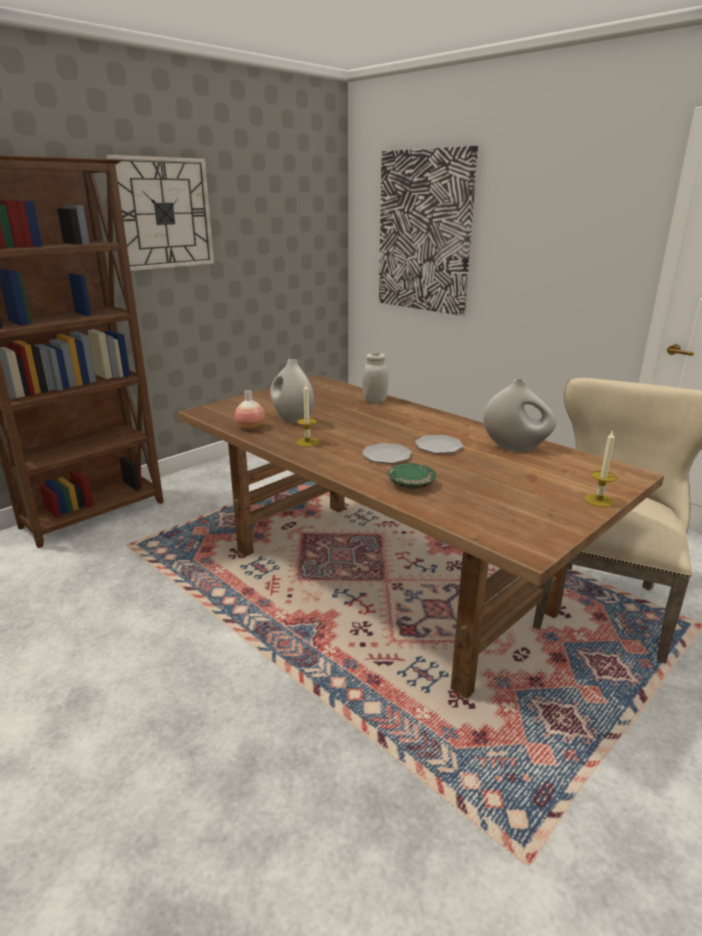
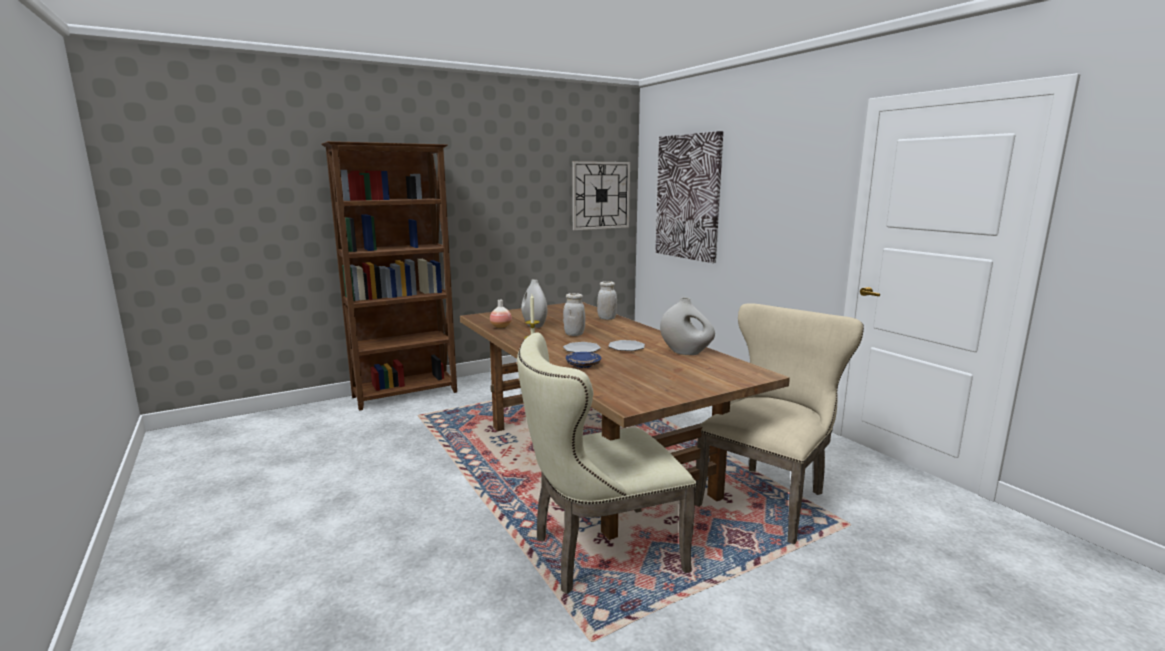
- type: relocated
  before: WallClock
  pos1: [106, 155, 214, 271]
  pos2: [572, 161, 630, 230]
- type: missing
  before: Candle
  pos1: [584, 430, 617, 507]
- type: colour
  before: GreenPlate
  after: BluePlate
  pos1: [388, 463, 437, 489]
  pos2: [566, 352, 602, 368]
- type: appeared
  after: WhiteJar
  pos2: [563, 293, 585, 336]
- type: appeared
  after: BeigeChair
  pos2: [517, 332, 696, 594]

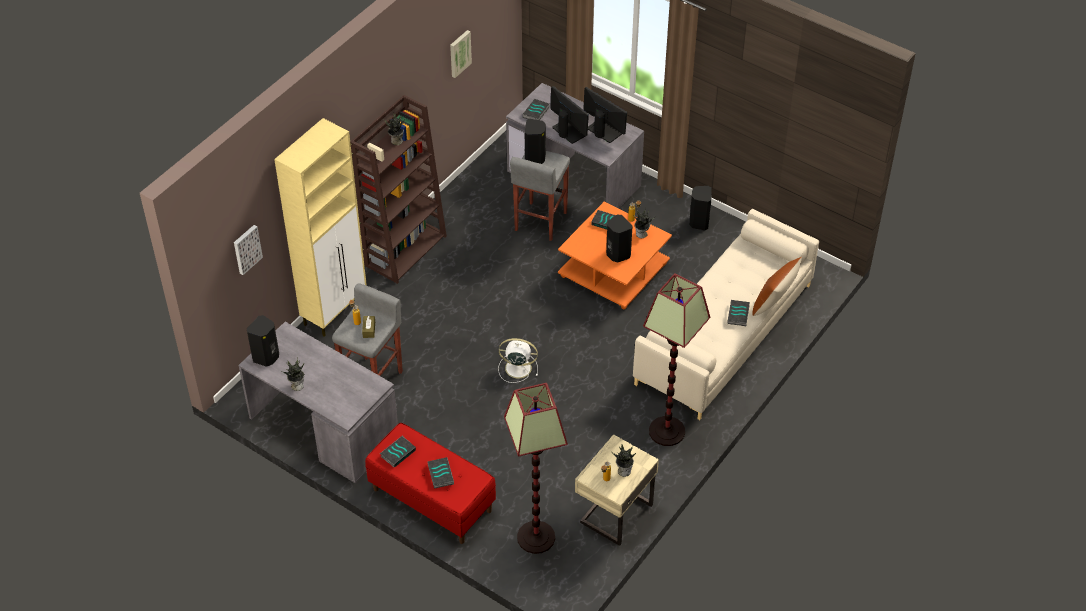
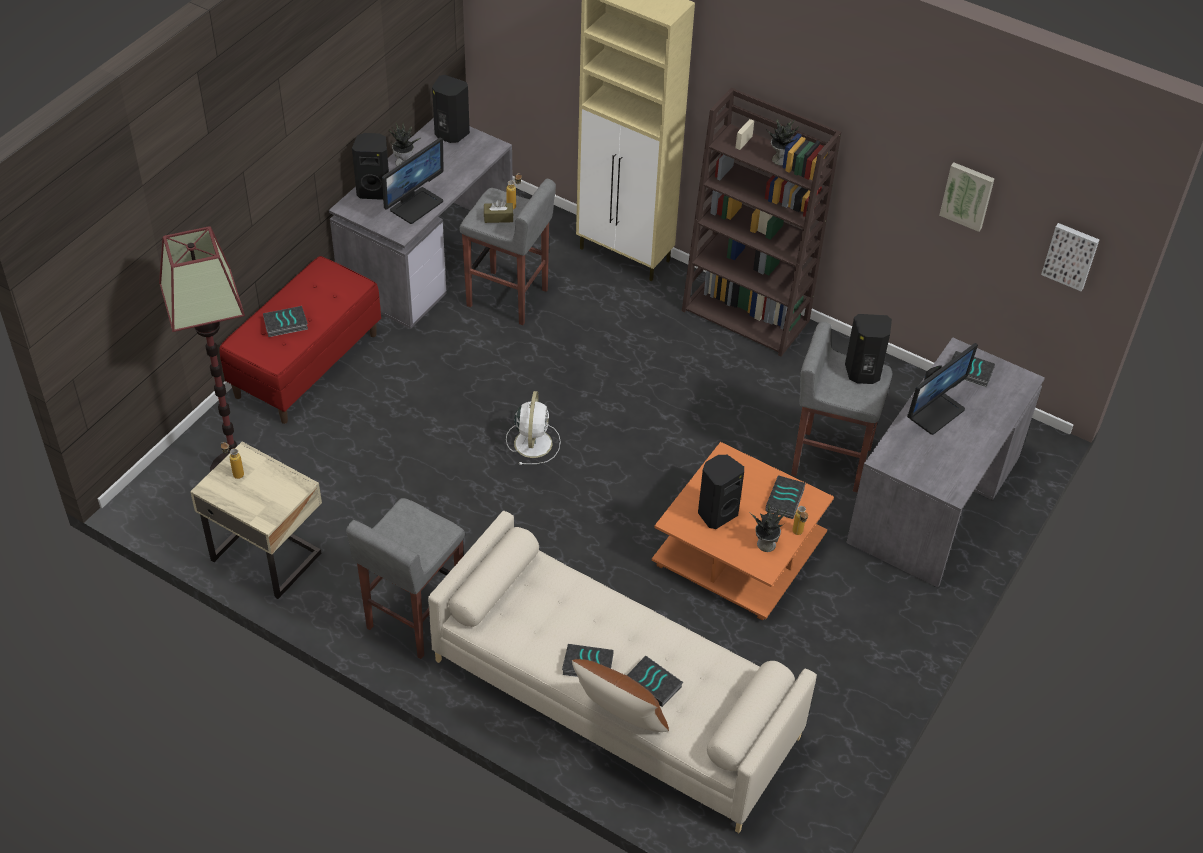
- type: relocated
  before: Monitor
  pos1: [583, 87, 627, 143]
  pos2: [382, 137, 443, 224]
- type: relocated
  before: BlackSpeaker
  pos1: [689, 186, 712, 230]
  pos2: [352, 133, 389, 200]
- type: relocated
  before: Picture
  pos1: [234, 225, 263, 275]
  pos2: [1041, 223, 1099, 291]
- type: exchanged
  before: FloorLamp
  after: GreyStool
  pos1: [643, 273, 710, 446]
  pos2: [346, 498, 465, 659]
- type: relocated
  before: Book
  pos1: [380, 436, 416, 468]
  pos2: [627, 656, 683, 707]
- type: missing
  before: PottedPlant
  pos1: [613, 444, 636, 477]

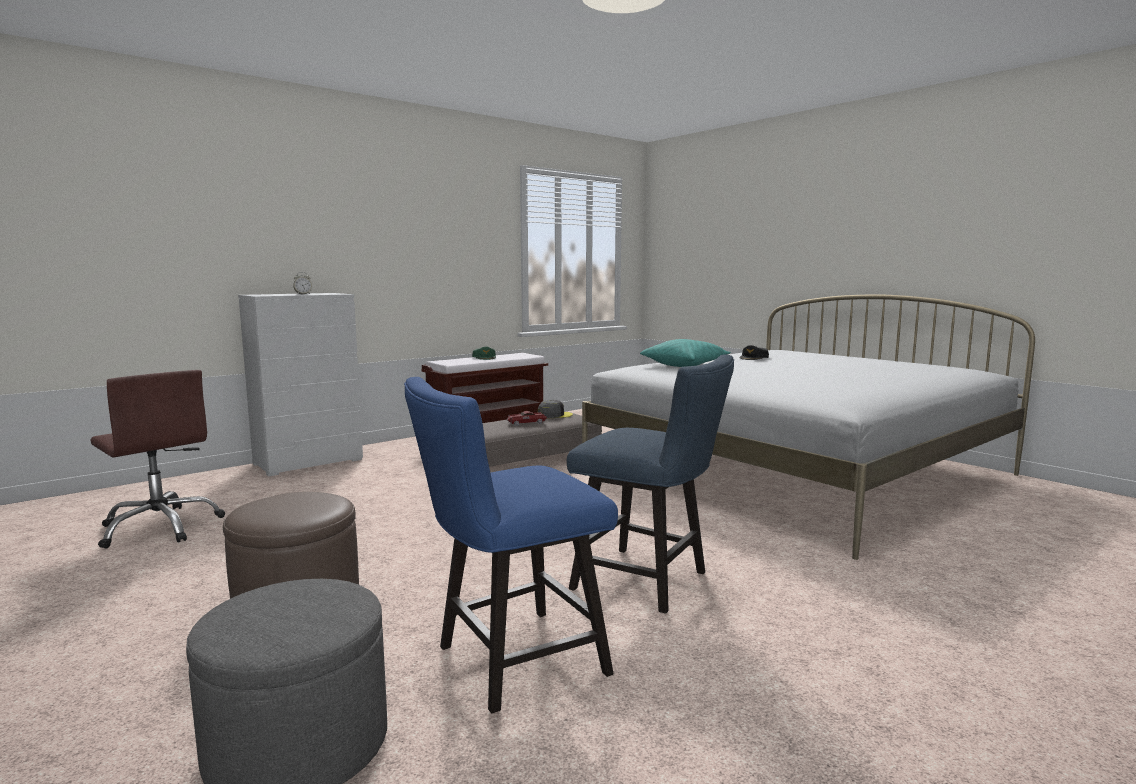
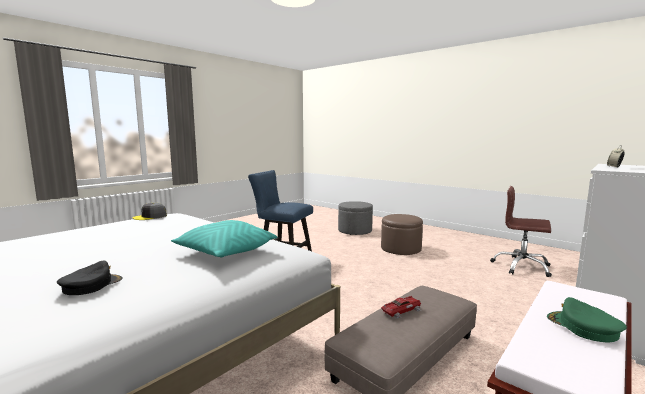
- type: missing
  before: BlueChair
  pos1: [404, 377, 618, 713]
- type: relocated
  before: GreyCap
  pos1: [538, 400, 573, 418]
  pos2: [132, 203, 167, 220]

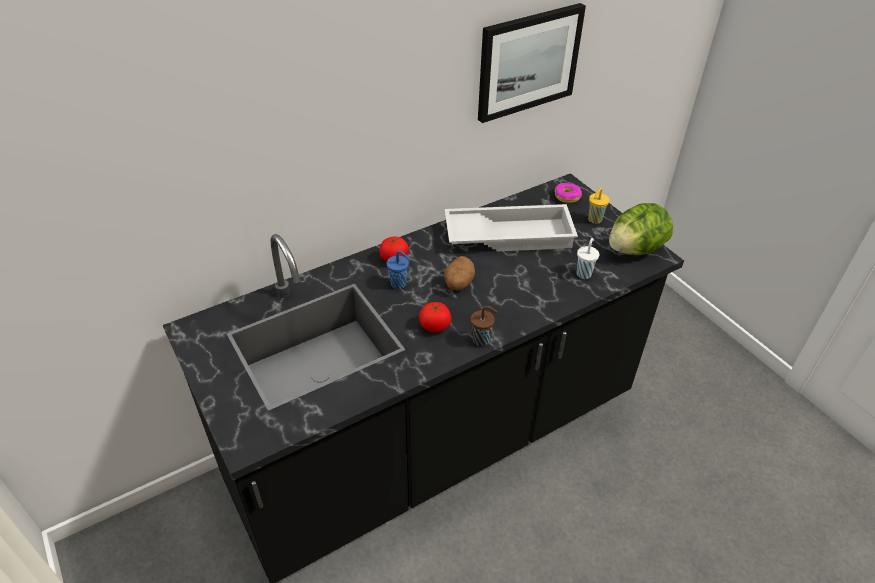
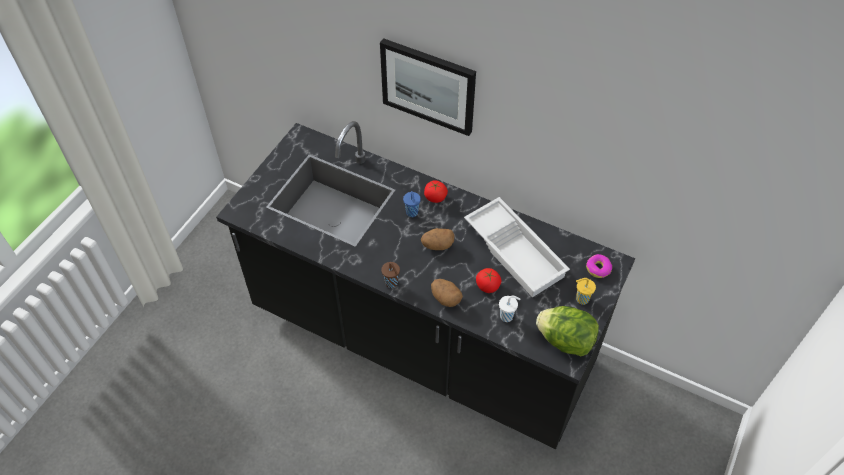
- type: relocated
  before: Picture
  pos1: [478, 3, 586, 123]
  pos2: [380, 38, 476, 136]
- type: relocated
  before: Tomato
  pos1: [419, 302, 451, 333]
  pos2: [476, 268, 501, 293]
- type: appeared
  after: Potato
  pos2: [431, 279, 463, 307]

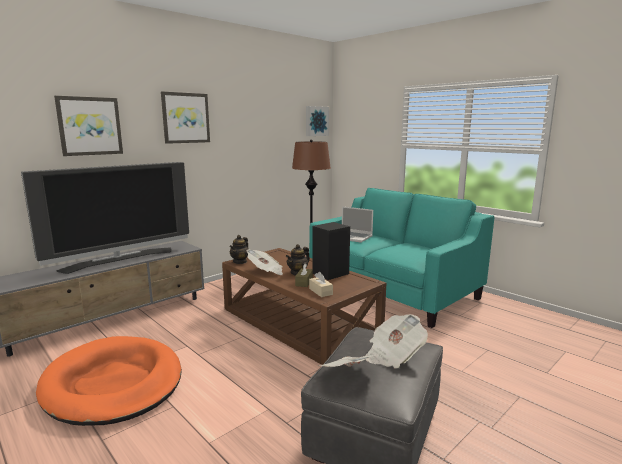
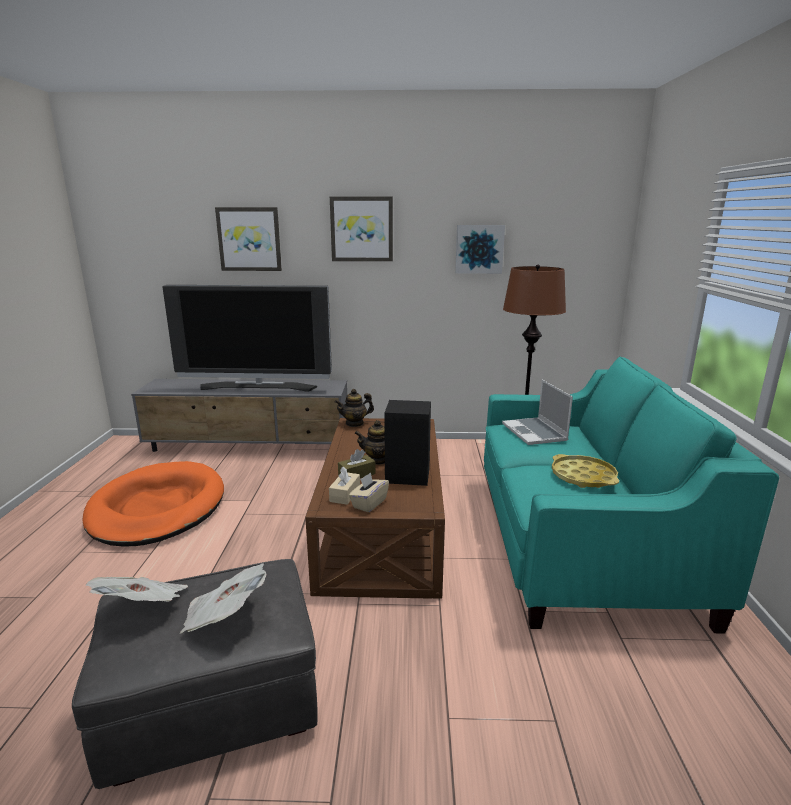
- type: relocated
  before: Picture
  pos1: [306, 106, 329, 136]
  pos2: [455, 225, 505, 274]
- type: missing
  before: Newspaper
  pos1: [246, 249, 283, 275]
- type: appeared
  after: YellowTray
  pos2: [552, 454, 619, 488]
- type: appeared
  after: BeigeTissueBox
  pos2: [349, 472, 389, 512]

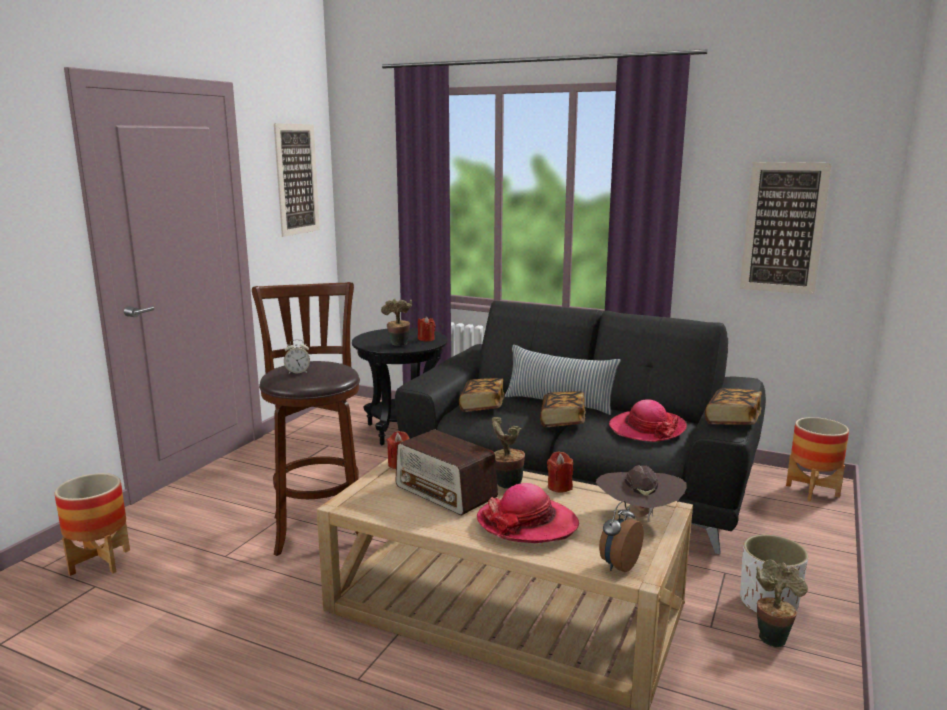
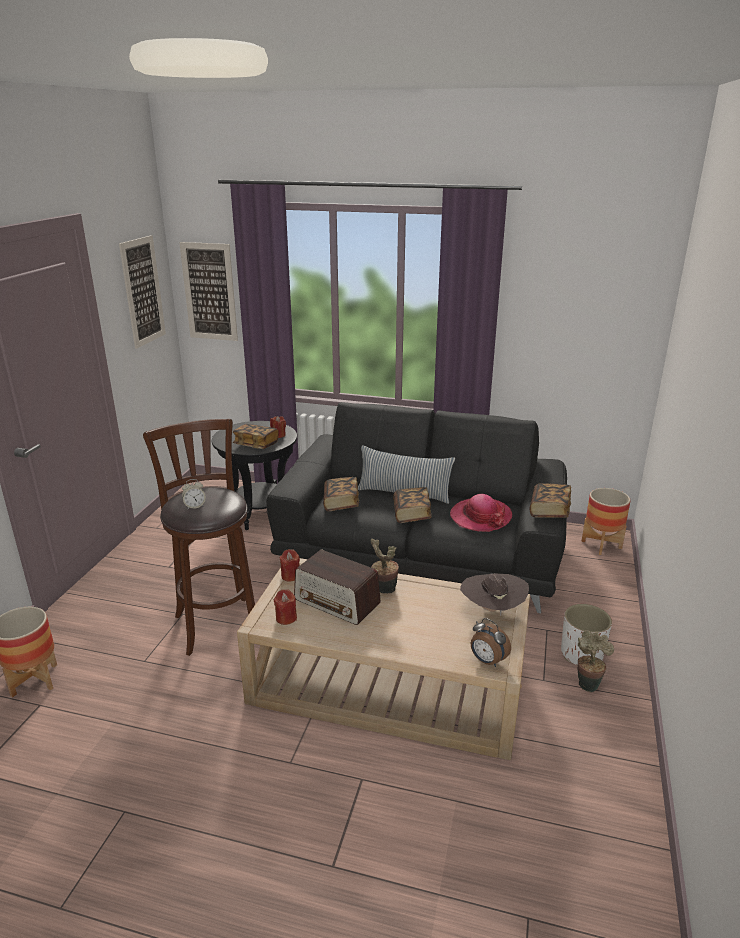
- type: relocated
  before: Picture
  pos1: [740, 162, 832, 295]
  pos2: [179, 242, 238, 341]
- type: exchanged
  before: PottedPlant
  after: Book
  pos1: [381, 298, 412, 346]
  pos2: [233, 424, 279, 449]
- type: relocated
  before: RedCandle
  pos1: [547, 451, 573, 492]
  pos2: [274, 589, 297, 625]
- type: missing
  before: Hat
  pos1: [477, 483, 579, 543]
- type: spun
  before: AlarmClock
  pos1: [599, 501, 644, 572]
  pos2: [471, 618, 511, 667]
  turn: -75

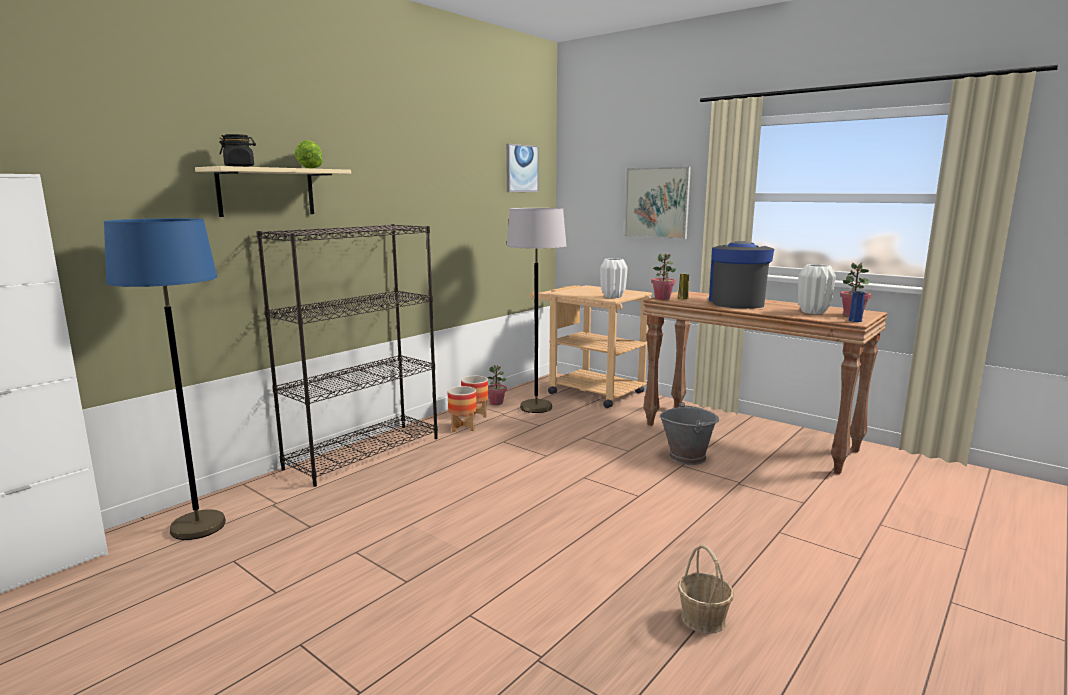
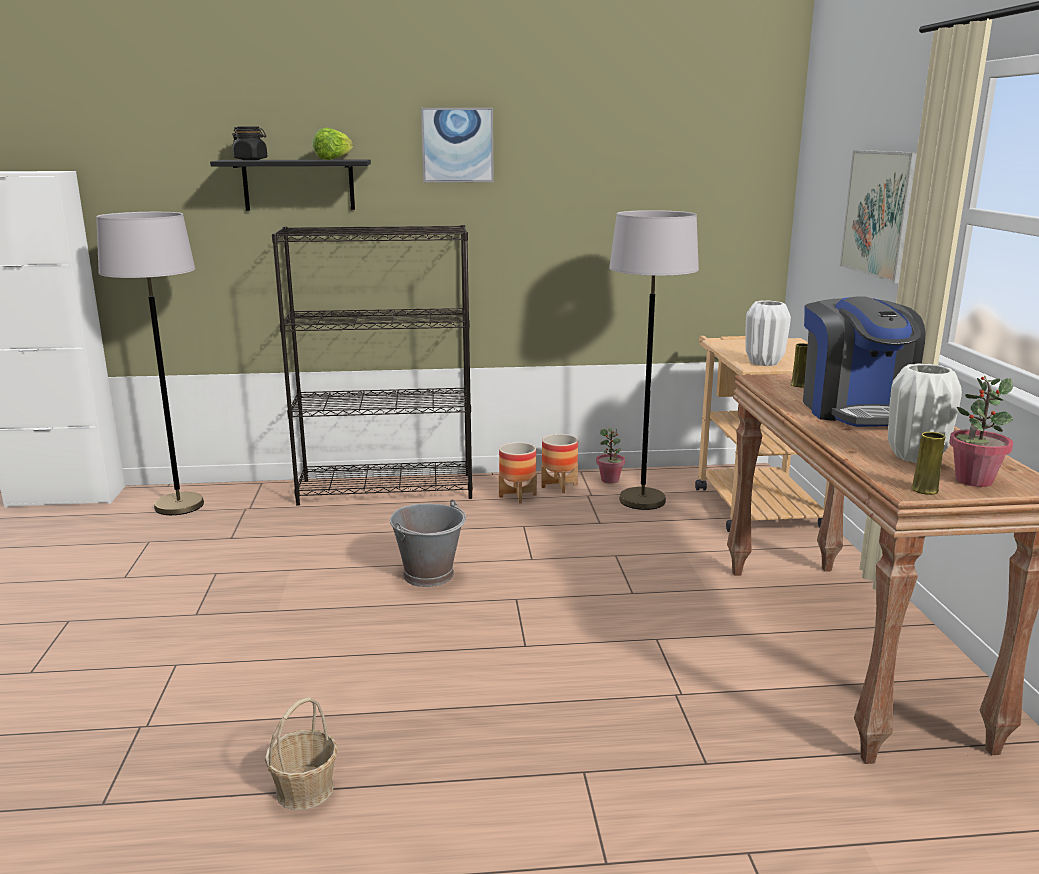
- type: relocated
  before: Picture
  pos1: [506, 144, 539, 192]
  pos2: [421, 108, 494, 183]
- type: colour
  before: BeigeShelf
  after: BlackShelf
  pos1: [195, 166, 351, 217]
  pos2: [210, 159, 371, 211]
- type: colour
  before: BlueFloorLamp
  after: GreyFloorLamp
  pos1: [104, 218, 226, 540]
  pos2: [96, 212, 204, 515]
- type: spun
  before: CoffeeMachine
  pos1: [709, 241, 774, 309]
  pos2: [803, 296, 926, 427]
  turn: 120
- type: missing
  before: PottedPlant
  pos1: [651, 253, 676, 300]
- type: colour
  before: BlueVase
  after: YellowVase
  pos1: [849, 291, 865, 322]
  pos2: [911, 432, 945, 495]
- type: relocated
  before: GreyBucket
  pos1: [659, 402, 719, 465]
  pos2: [390, 500, 466, 587]

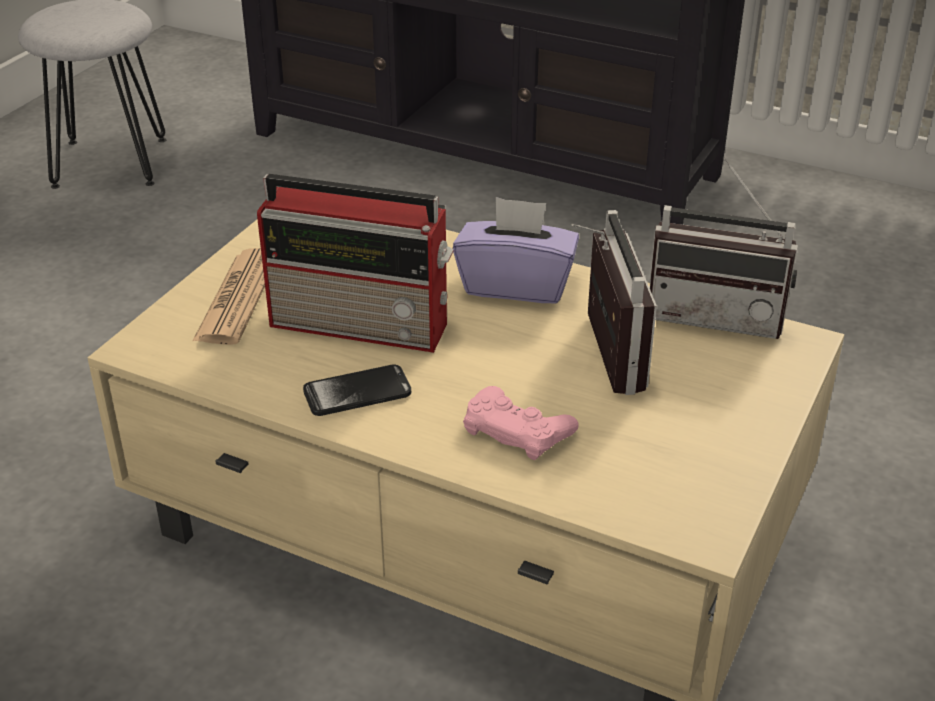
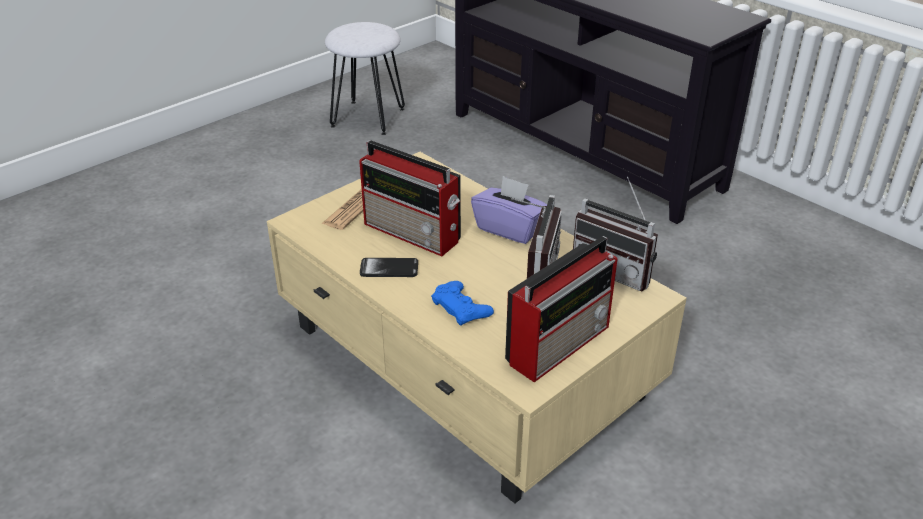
- type: colour
  before: PinkGameController
  after: BlueGameController
  pos1: [463, 386, 579, 460]
  pos2: [431, 281, 494, 326]
- type: appeared
  after: Radio
  pos2: [505, 236, 617, 383]

